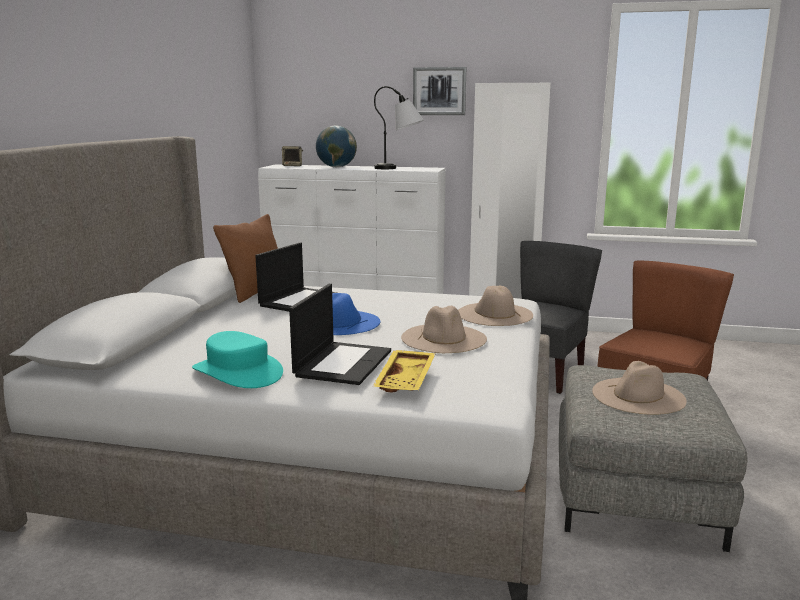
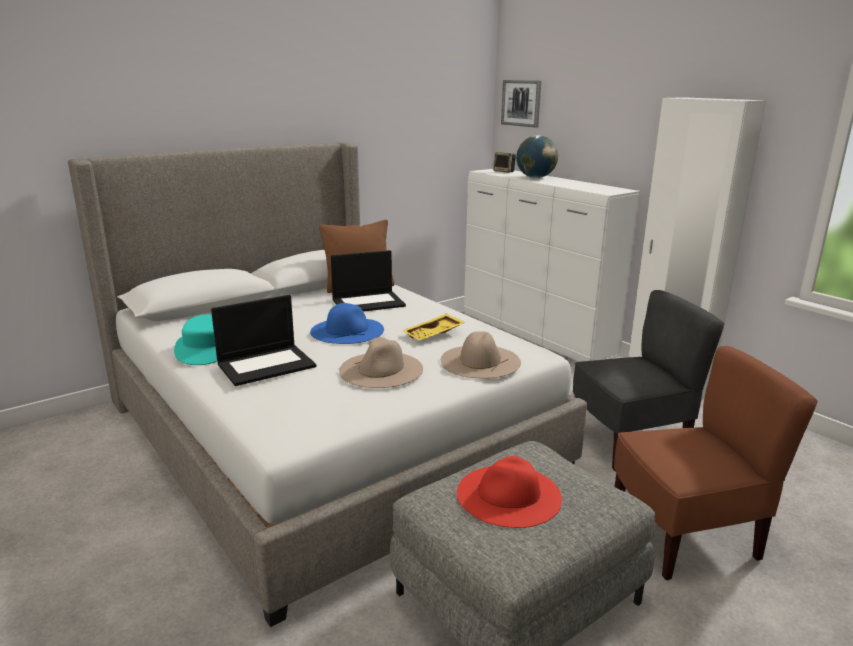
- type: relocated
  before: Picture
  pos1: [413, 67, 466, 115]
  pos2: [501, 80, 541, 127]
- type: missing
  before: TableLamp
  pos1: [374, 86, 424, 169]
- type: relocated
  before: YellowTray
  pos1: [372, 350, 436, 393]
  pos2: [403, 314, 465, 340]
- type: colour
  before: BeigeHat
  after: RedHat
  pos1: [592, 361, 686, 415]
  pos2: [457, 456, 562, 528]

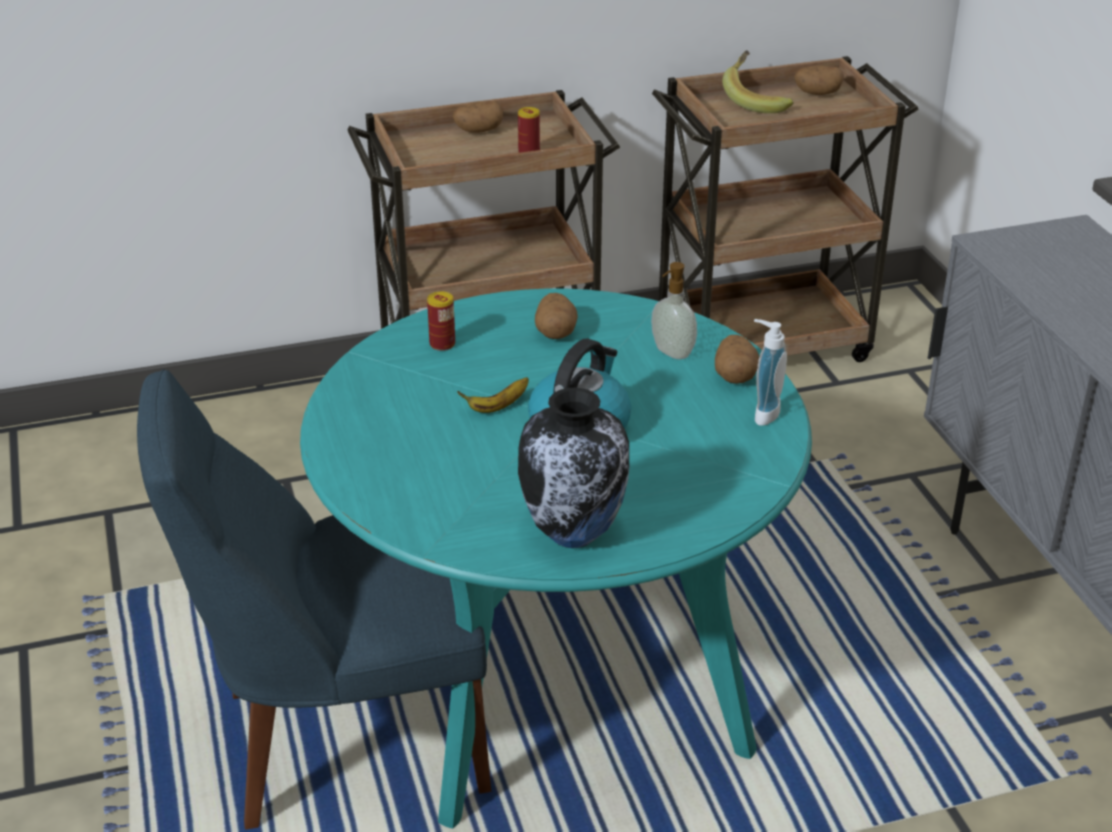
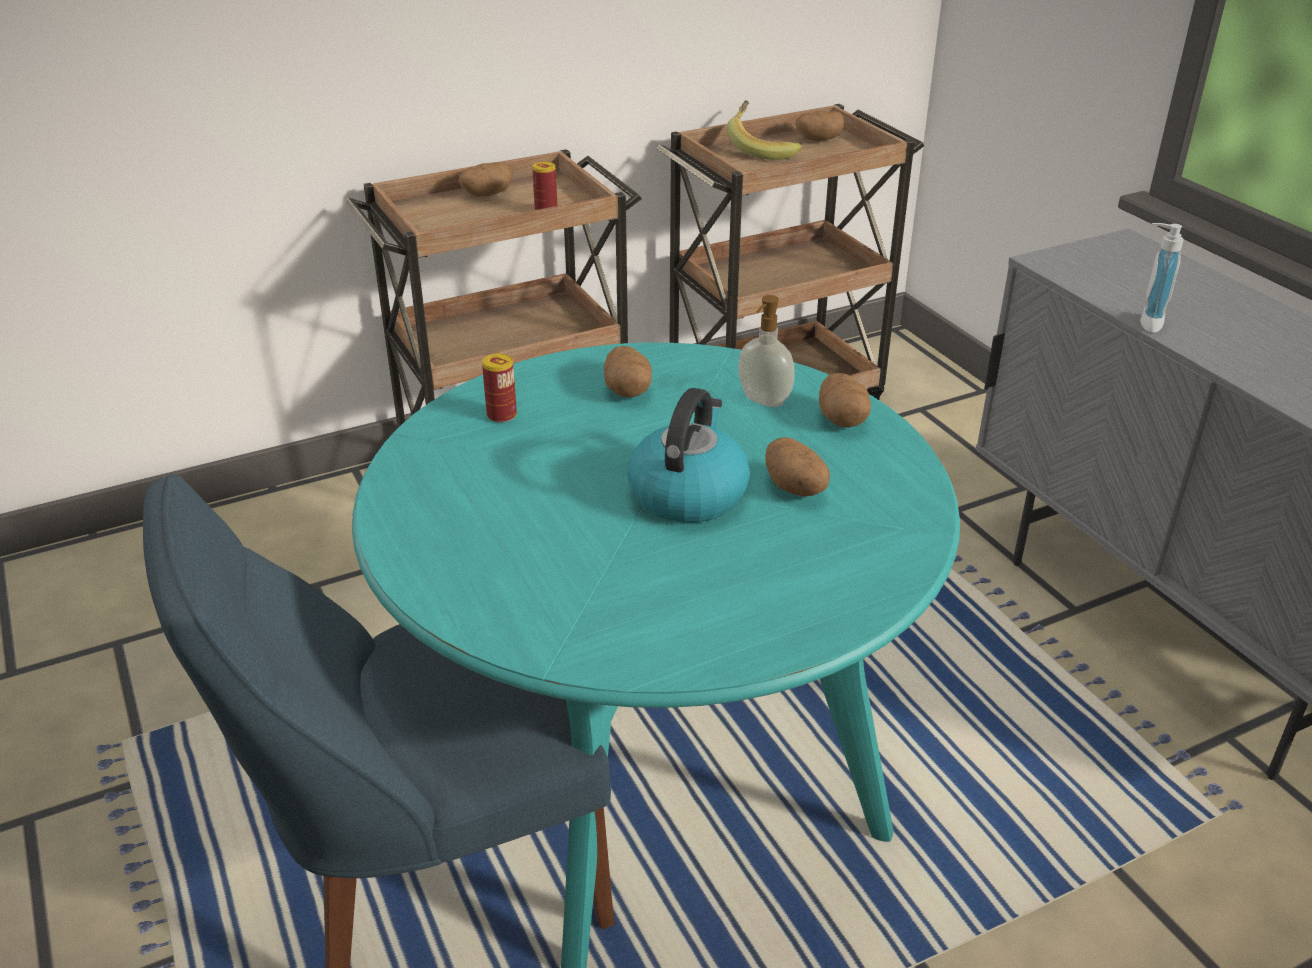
- type: relocated
  before: SoapDispenser
  pos1: [754, 319, 787, 426]
  pos2: [1140, 223, 1184, 333]
- type: missing
  before: Banana
  pos1: [457, 377, 529, 413]
- type: missing
  before: Vase
  pos1: [518, 387, 629, 548]
- type: appeared
  after: Potato
  pos2: [765, 437, 830, 497]

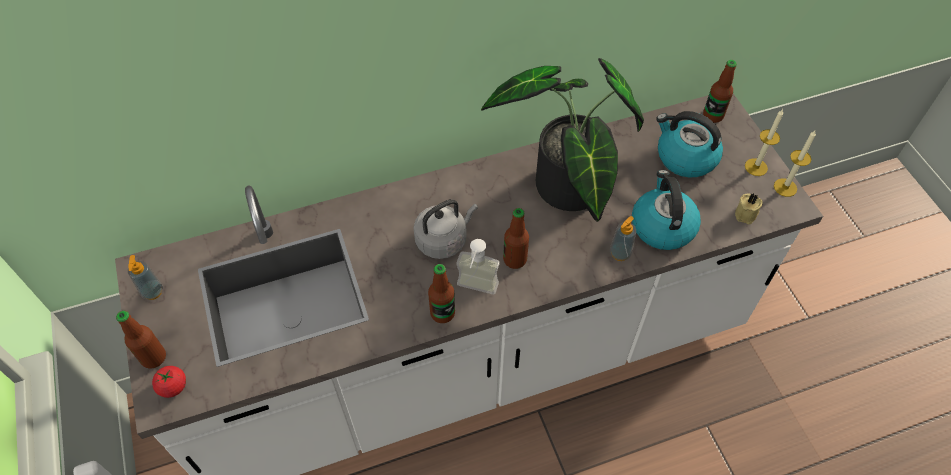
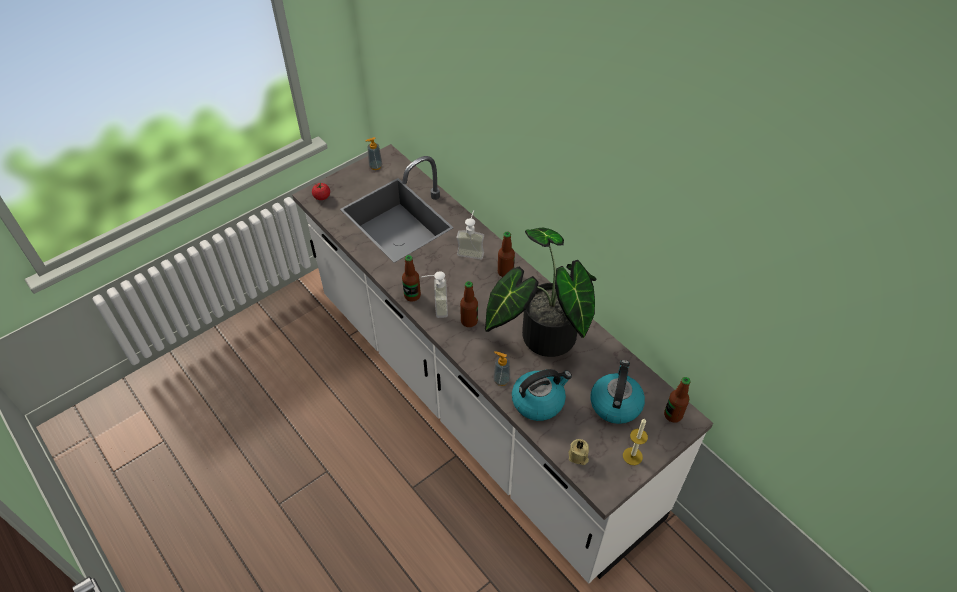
- type: missing
  before: Candle
  pos1: [774, 131, 816, 197]
- type: missing
  before: GreyKettle
  pos1: [414, 199, 478, 259]
- type: relocated
  before: Bottle
  pos1: [116, 311, 166, 369]
  pos2: [498, 232, 515, 277]
- type: appeared
  after: SoapDispenser
  pos2: [456, 210, 484, 259]

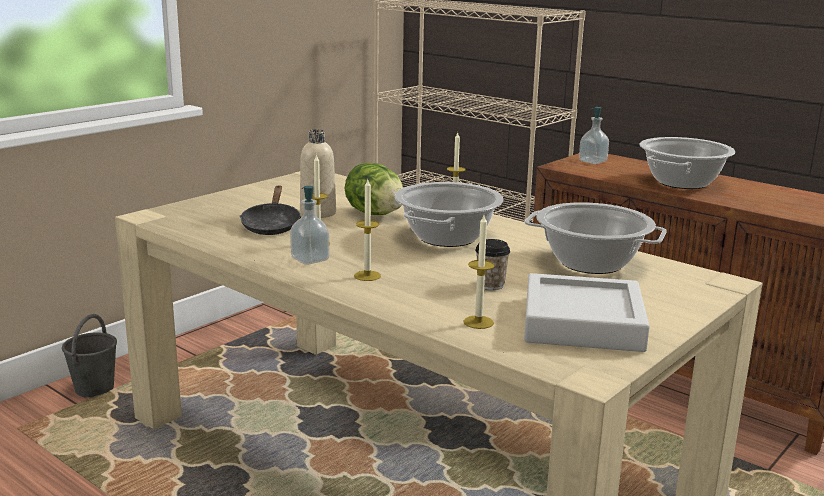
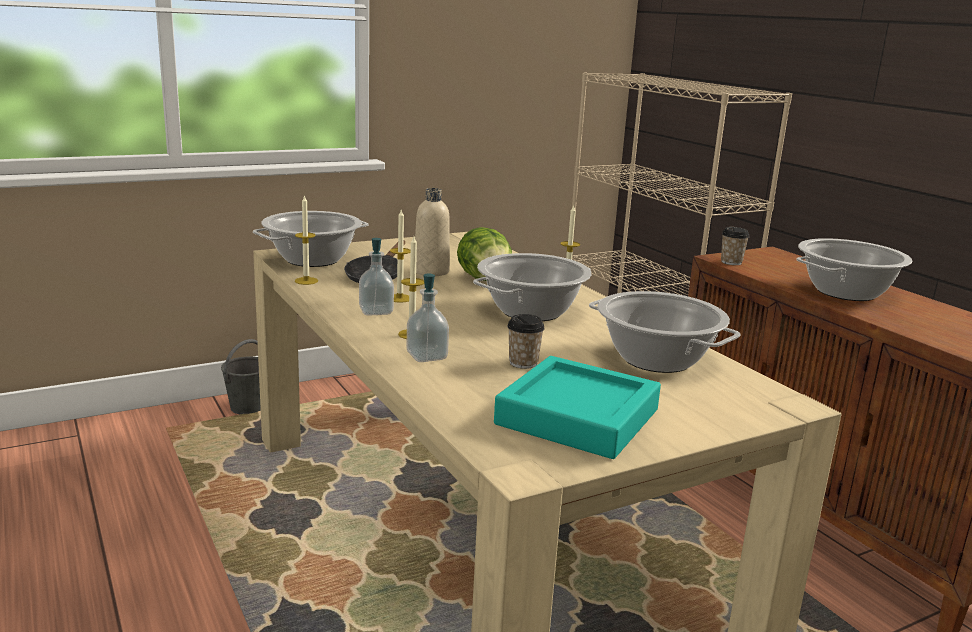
- type: relocated
  before: SoapDispenser
  pos1: [579, 107, 609, 164]
  pos2: [406, 274, 449, 362]
- type: relocated
  before: Candle
  pos1: [463, 215, 495, 329]
  pos2: [295, 195, 318, 285]
- type: colour
  before: GreyTray
  after: TurquoiseTray
  pos1: [524, 273, 650, 352]
  pos2: [494, 356, 661, 459]
- type: appeared
  after: CookingPot
  pos2: [253, 211, 368, 267]
- type: appeared
  after: Cup
  pos2: [721, 227, 749, 265]

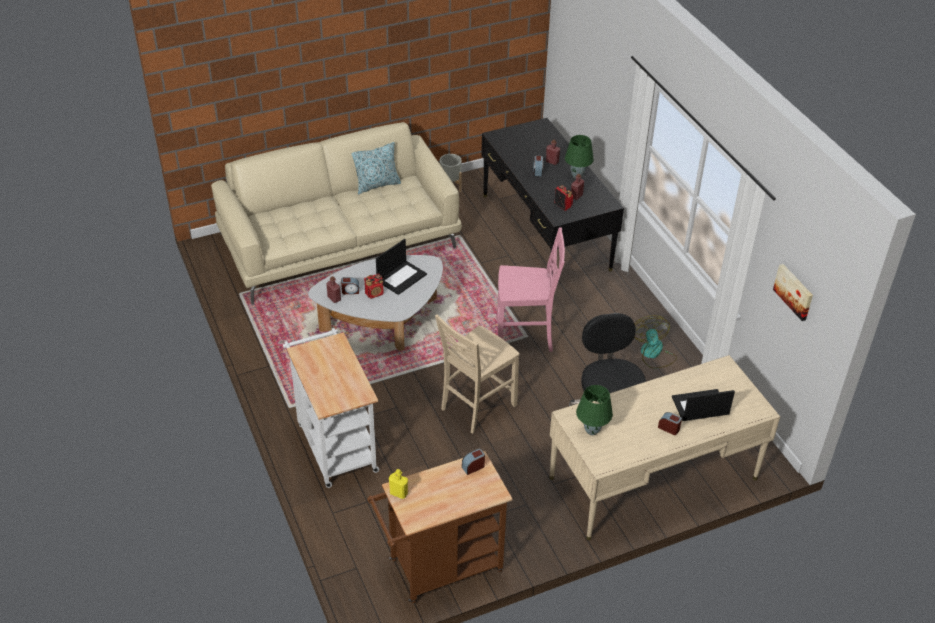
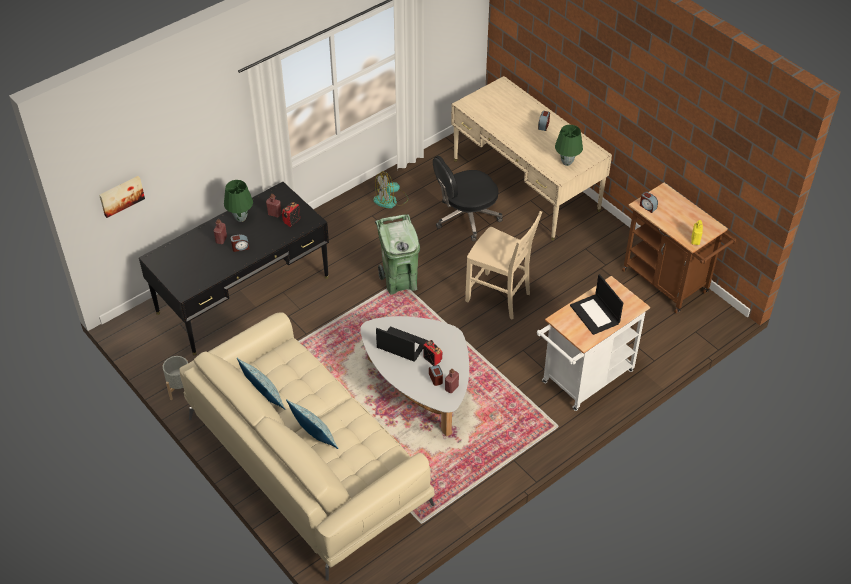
- type: exchanged
  before: PinkChair
  after: GreenTrashCan
  pos1: [497, 227, 565, 352]
  pos2: [375, 215, 420, 294]
- type: relocated
  before: Picture
  pos1: [773, 264, 813, 321]
  pos2: [99, 176, 145, 218]
- type: relocated
  before: Laptop
  pos1: [672, 389, 735, 421]
  pos2: [570, 274, 623, 335]
- type: appeared
  after: Pillow
  pos2: [286, 399, 338, 449]

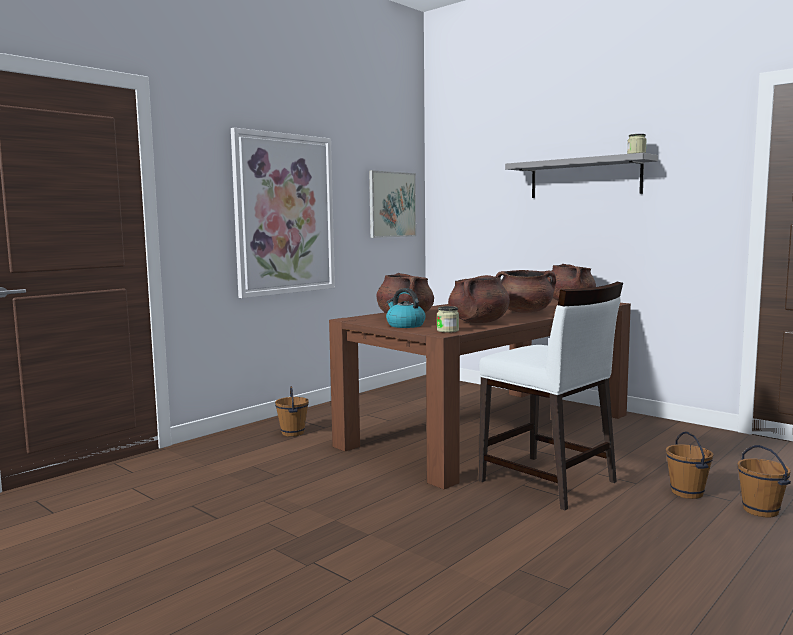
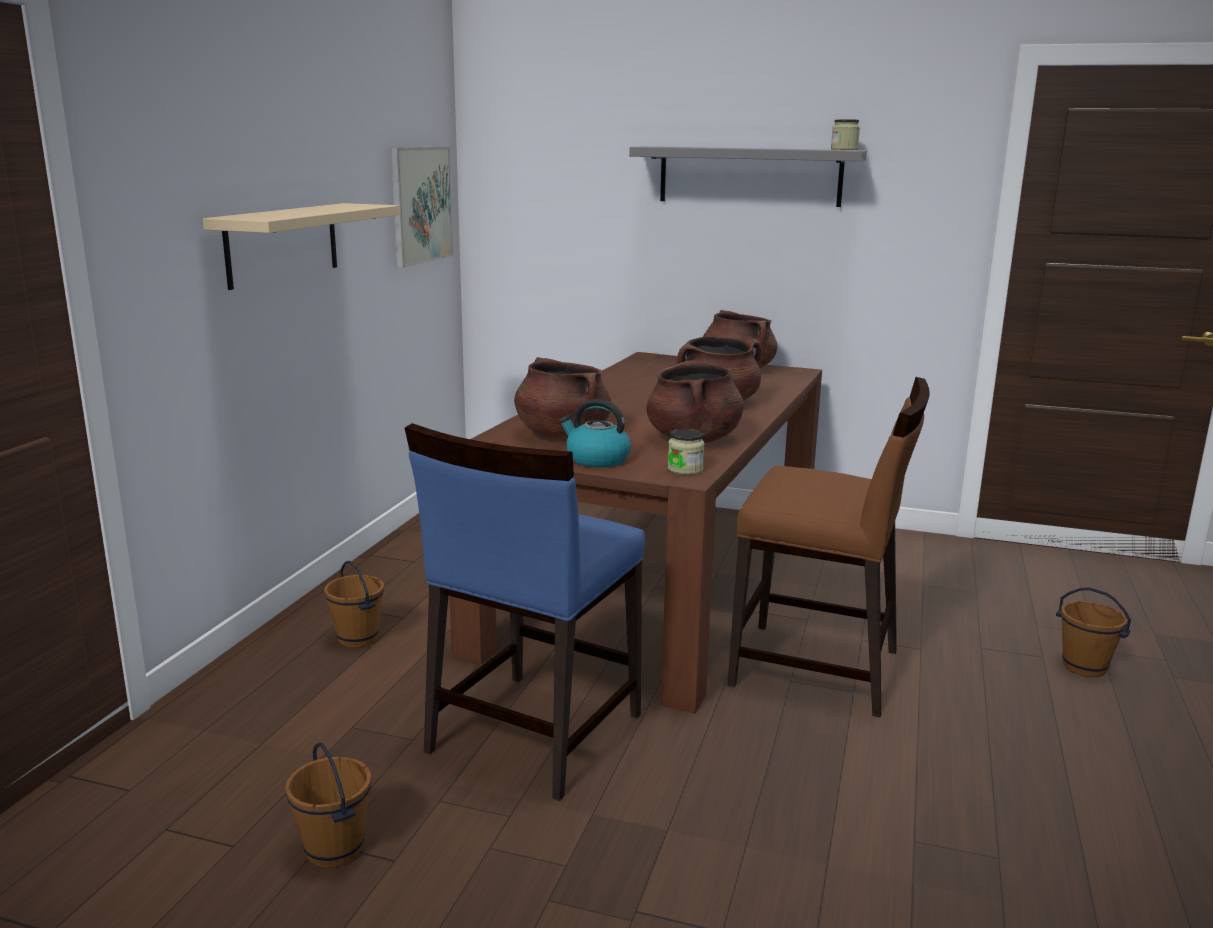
- type: exchanged
  before: Picture
  after: BeigeShelf
  pos1: [231, 128, 335, 298]
  pos2: [203, 203, 399, 290]
- type: colour
  before: WhiteChair
  after: BrownChair
  pos1: [479, 282, 623, 510]
  pos2: [728, 377, 930, 717]
- type: relocated
  before: BrownBucket
  pos1: [666, 431, 713, 499]
  pos2: [285, 742, 371, 868]
- type: appeared
  after: BlueChair
  pos2: [405, 423, 645, 801]

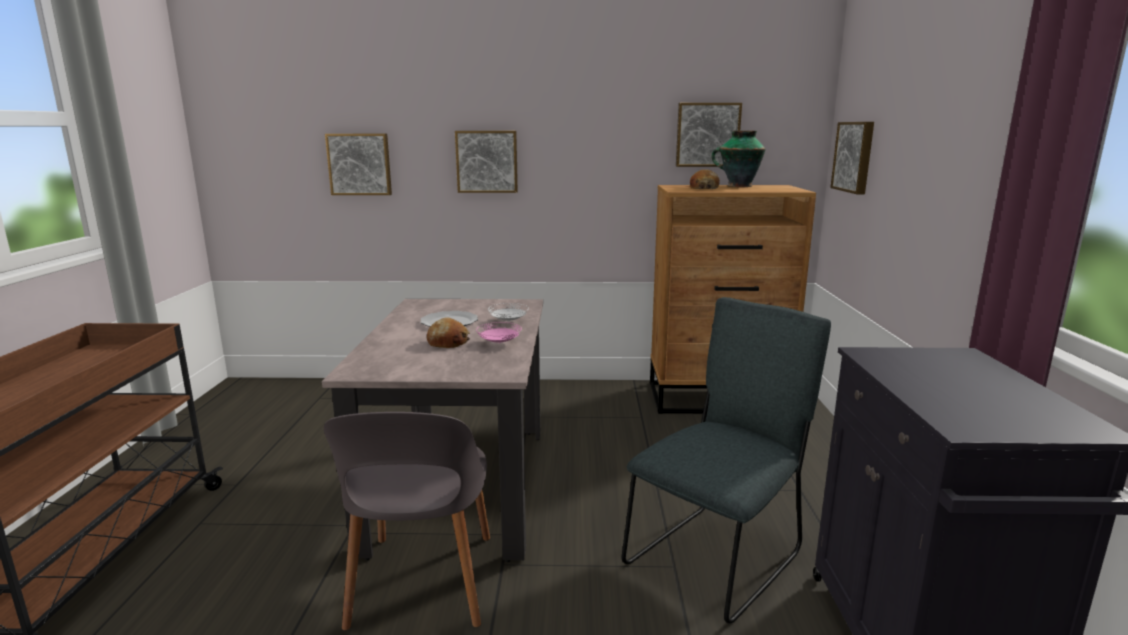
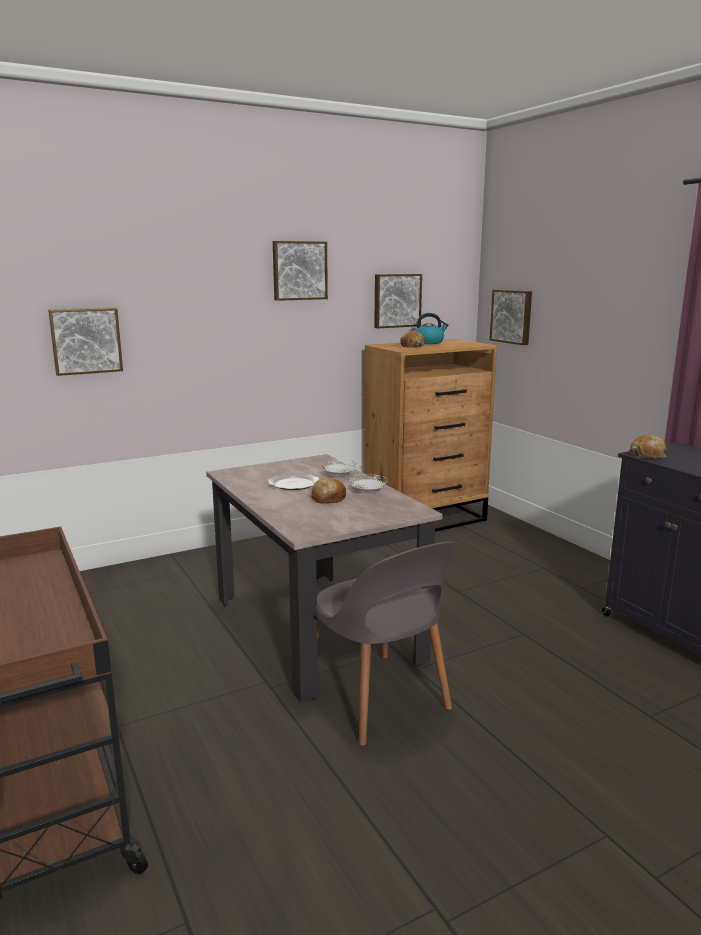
- type: relocated
  before: Picture
  pos1: [455, 131, 518, 193]
  pos2: [273, 241, 328, 301]
- type: exchanged
  before: Vase
  after: Kettle
  pos1: [711, 131, 766, 187]
  pos2: [415, 313, 449, 344]
- type: missing
  before: GreyChair
  pos1: [622, 297, 831, 624]
- type: colour
  before: PinkPlate
  after: WhitePlate
  pos1: [476, 322, 522, 343]
  pos2: [349, 474, 388, 492]
- type: appeared
  after: Bread
  pos2: [629, 435, 666, 459]

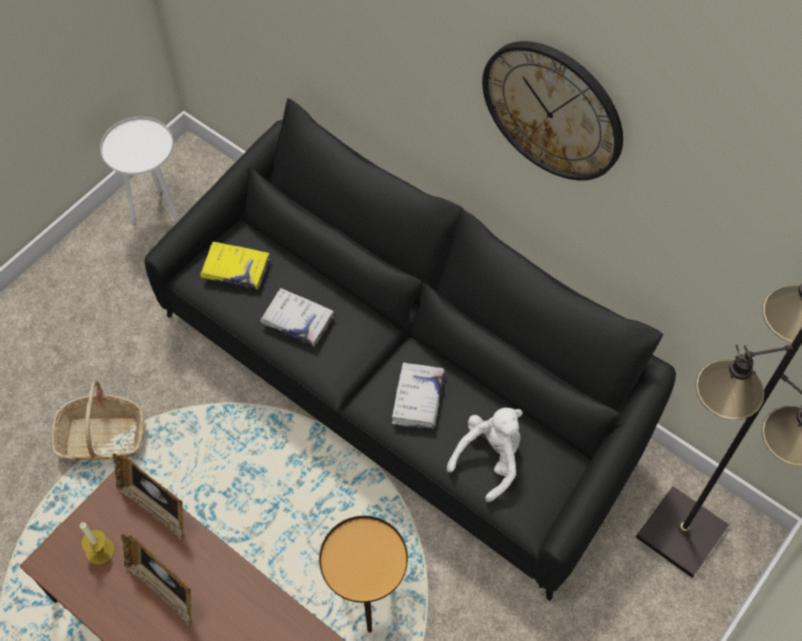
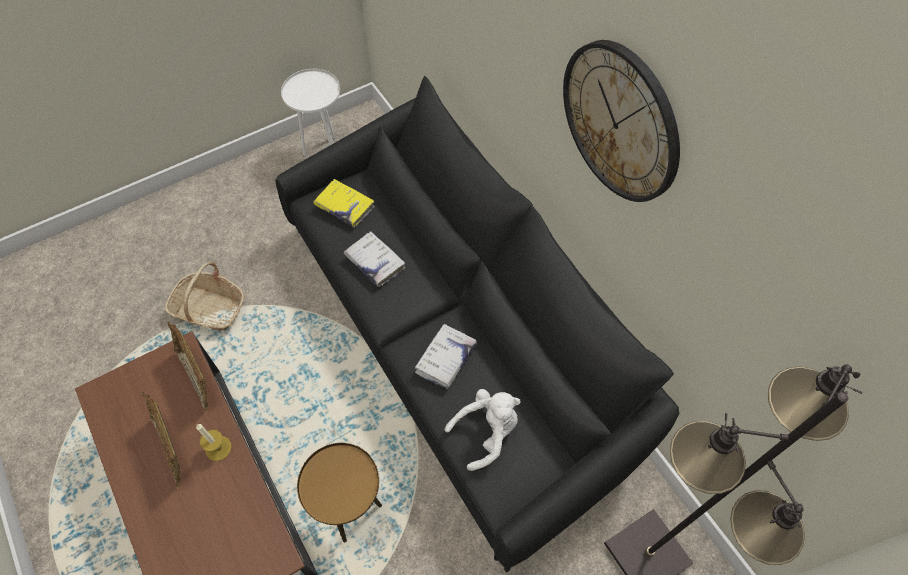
- type: relocated
  before: Candle
  pos1: [80, 522, 115, 565]
  pos2: [196, 424, 232, 461]

